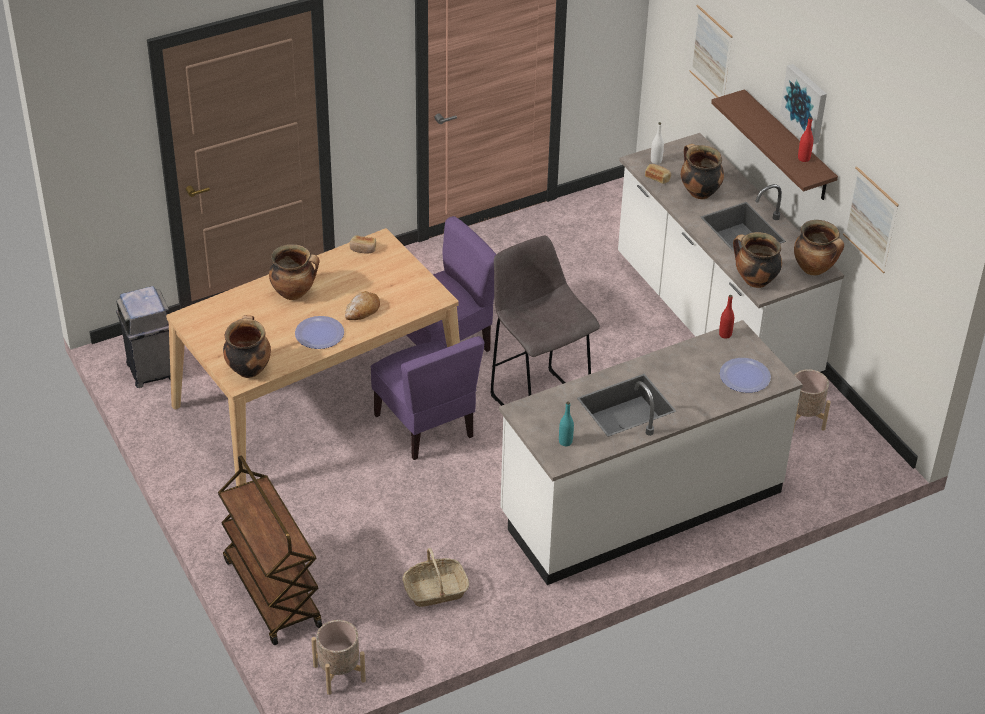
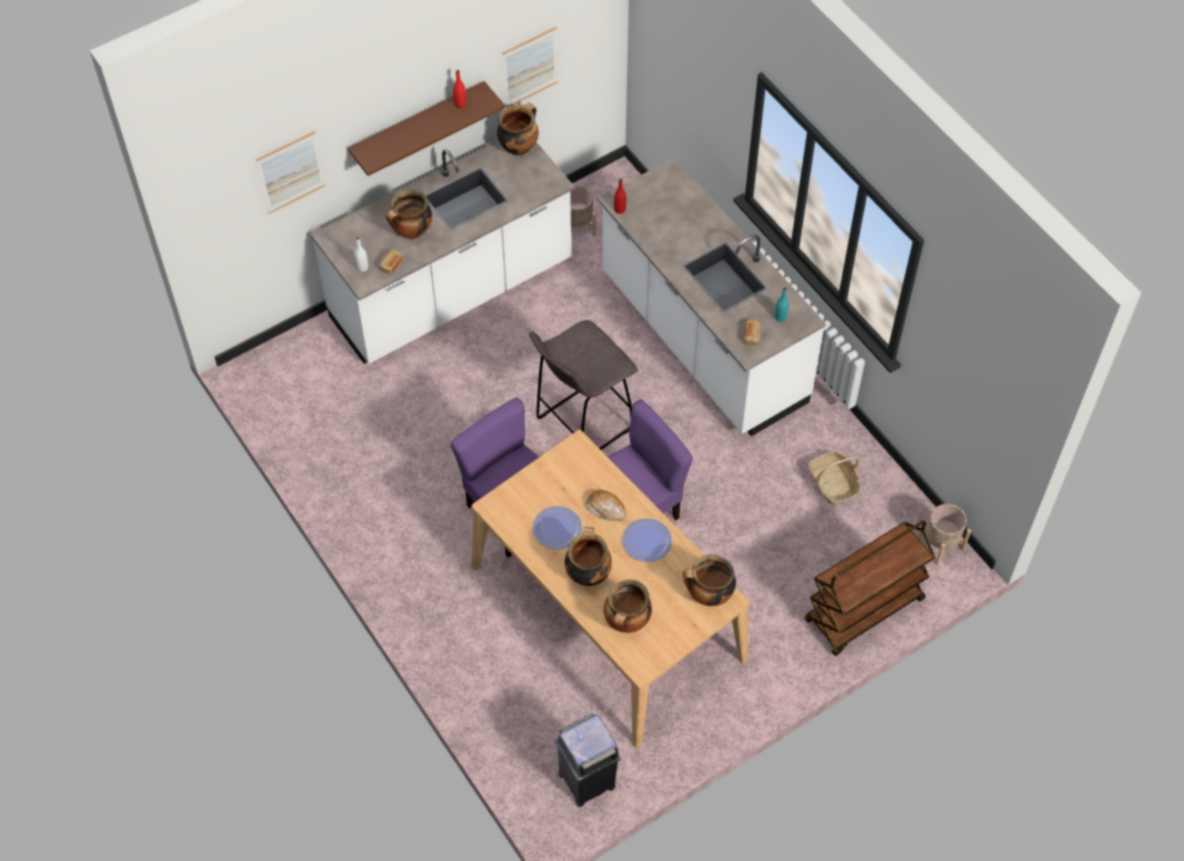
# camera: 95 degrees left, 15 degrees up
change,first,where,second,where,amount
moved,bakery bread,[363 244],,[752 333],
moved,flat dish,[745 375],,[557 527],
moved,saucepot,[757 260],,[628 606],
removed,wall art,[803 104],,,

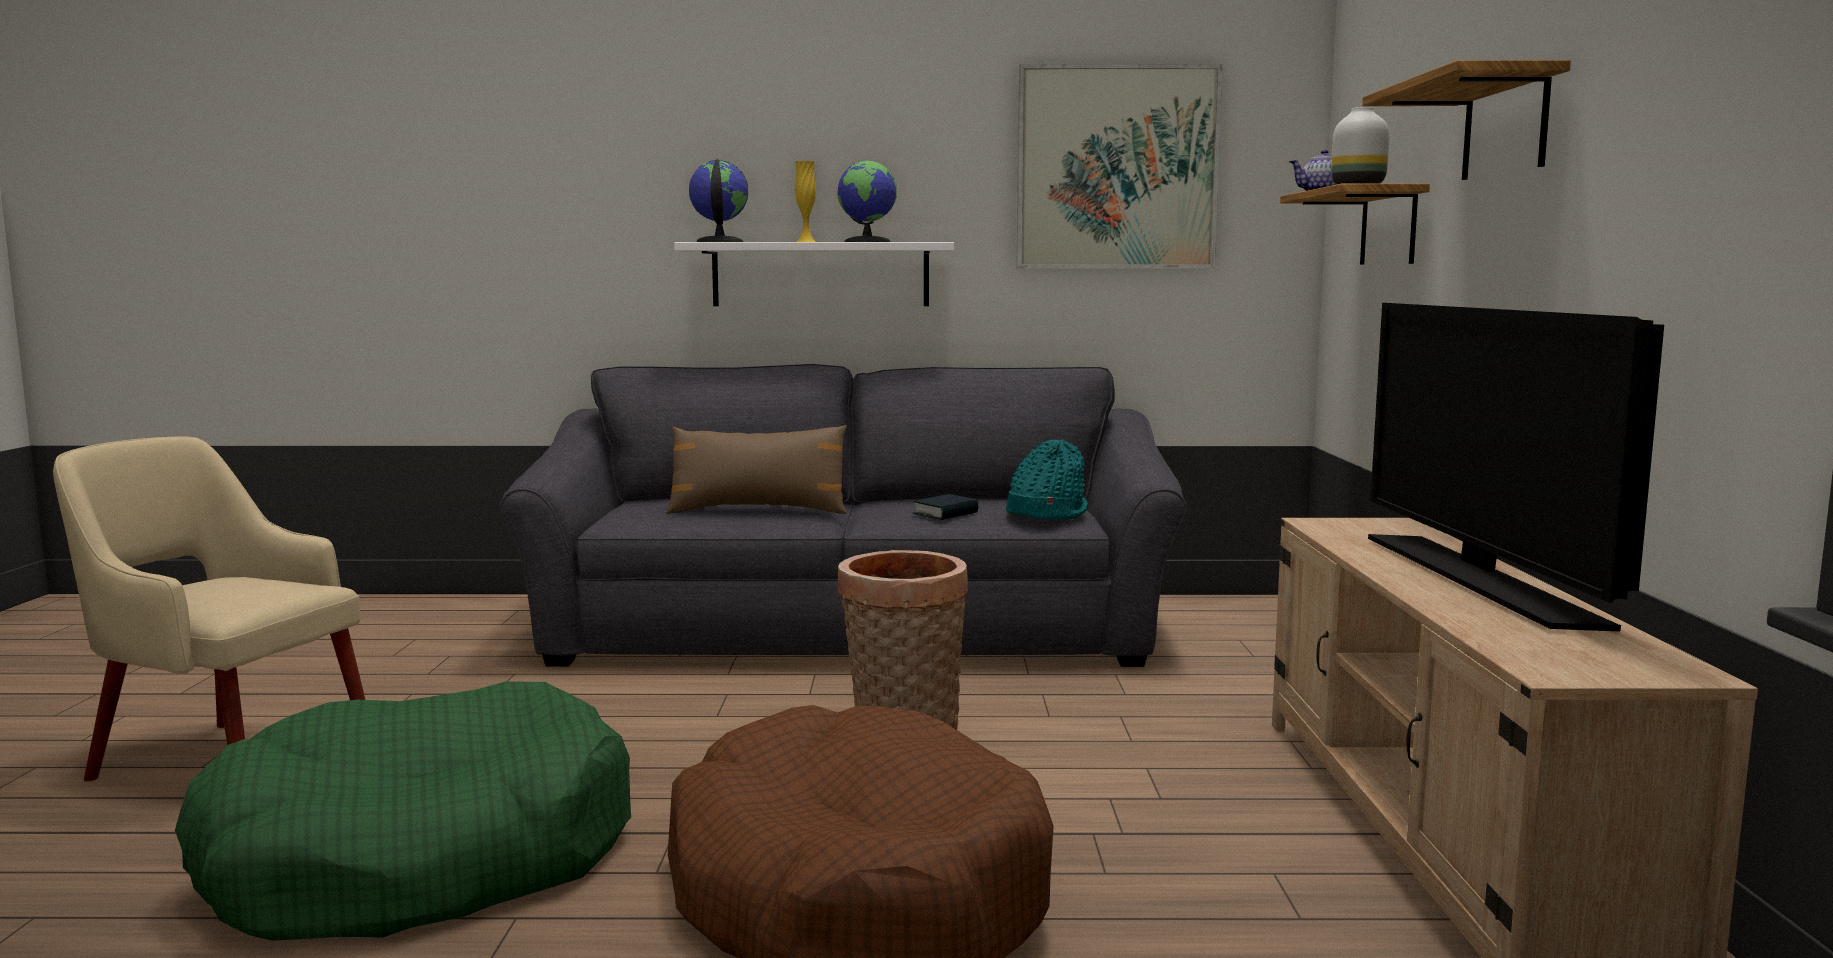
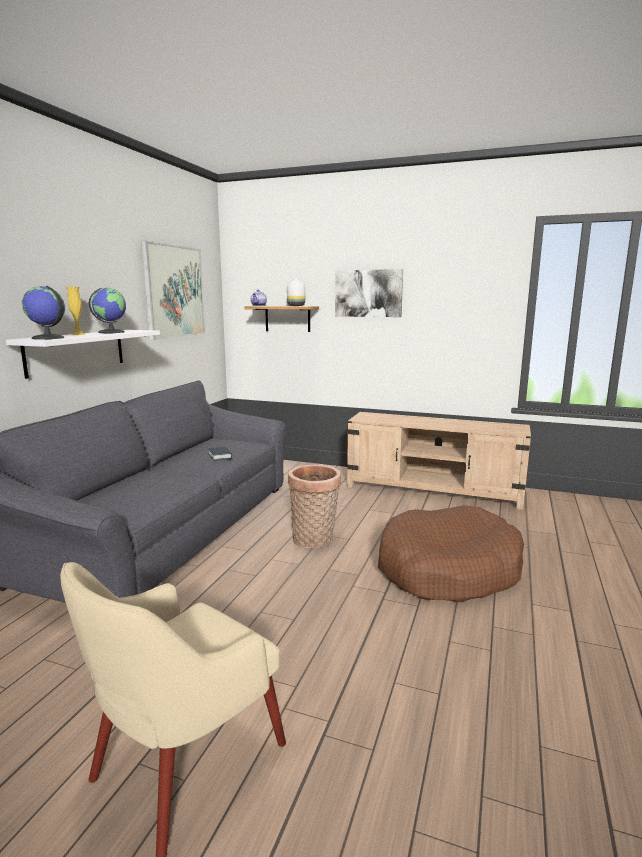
# camera: 70 degrees left, 5 degrees up
change,first,where,second,where,amount
removed,pet bed in green,[403 811],,,
removed,cushion in brown-coloured,[756 469],,,
removed,wearable hat in turquoise-coloured,[1047 480],,,
replaced,bracket shelf,[1466 120],wall art,[369 293],
removed,television,[1516 467],,,

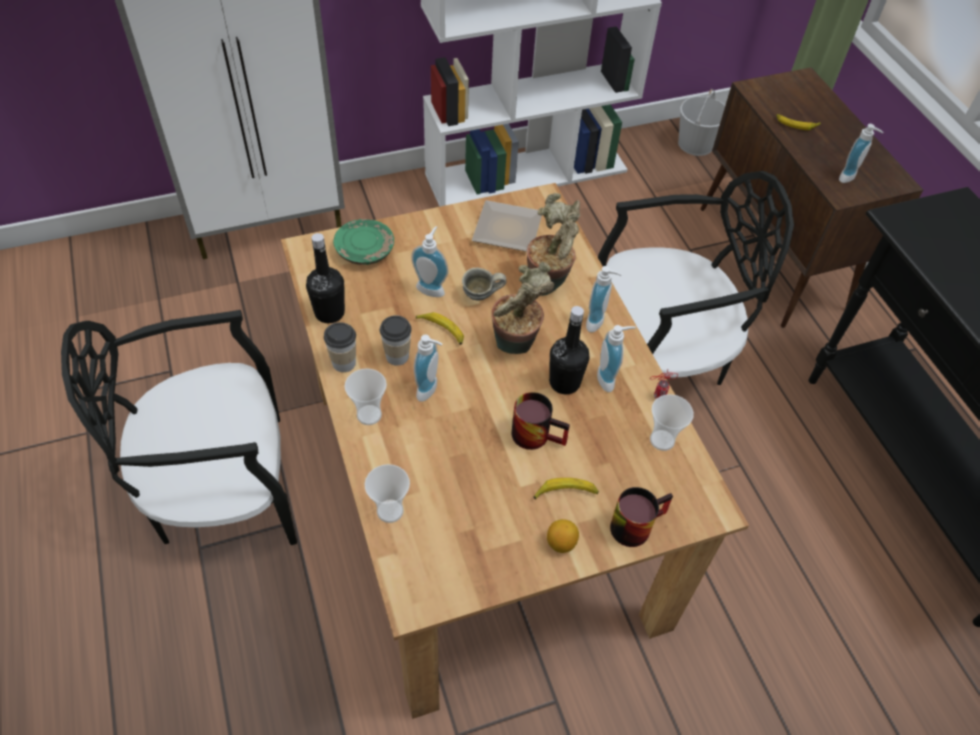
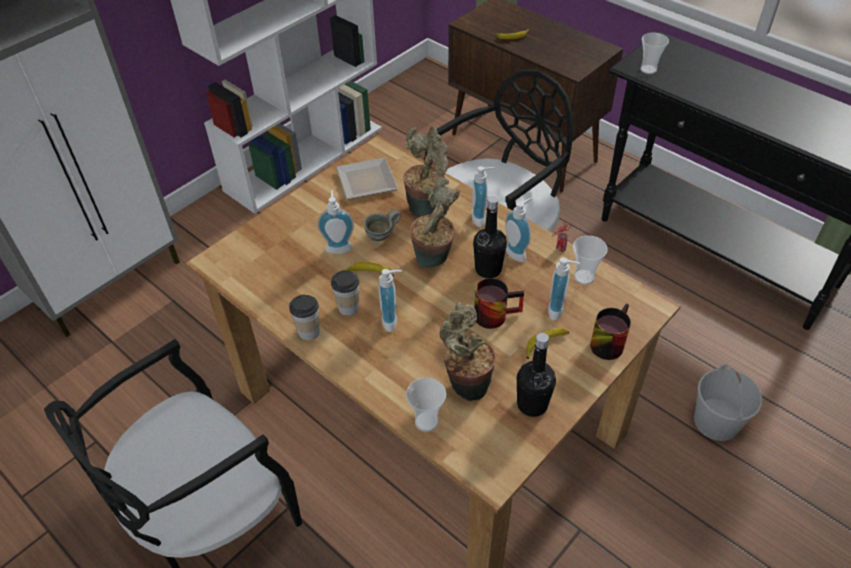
# camera: 25 degrees left, 5 degrees down
change,first,where,second,where,amount
moved,drink bottle in black-coloured,[325 278],,[536 375],
removed,flat dish in green,[363 242],,,
moved,drinking cup,[366 396],,[654 53],
removed,whole lemon,[563 536],,,
moved,bucket in white-coloured,[701 122],,[728 402],
moved,soap dispenser,[861 153],,[564 288],
added,,,plant in a pot,[468 351],

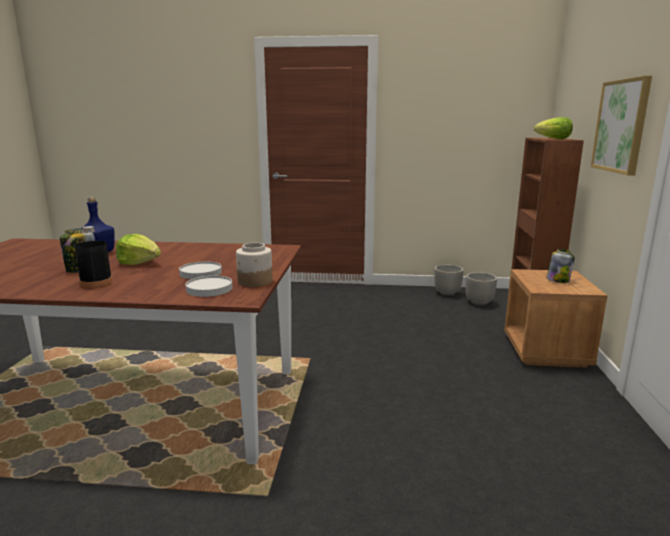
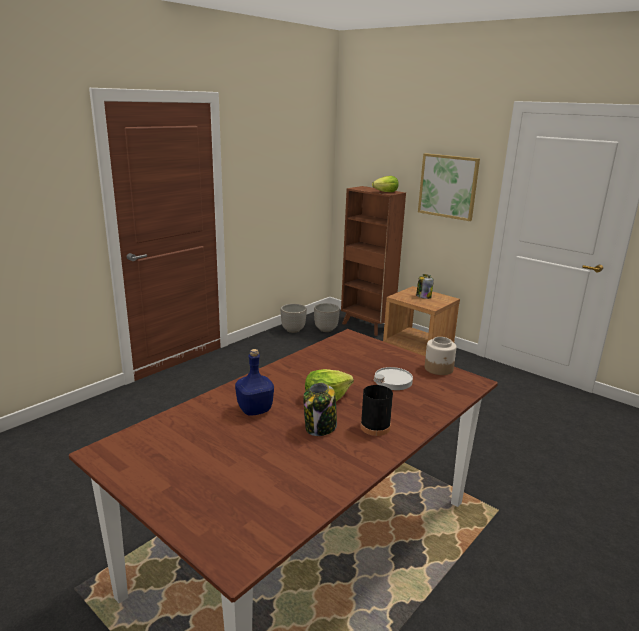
# camera: 55 degrees left, 5 degrees up
change,first,where,second,where,amount
removed,flat dish in white-coloured,[209 286],,,

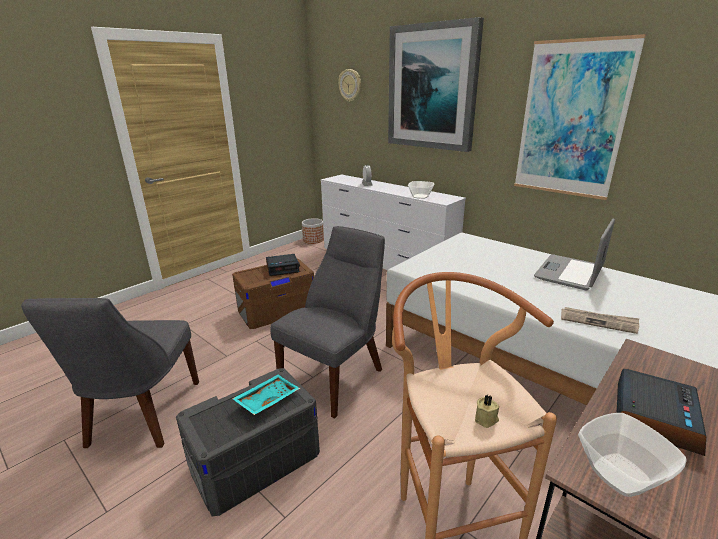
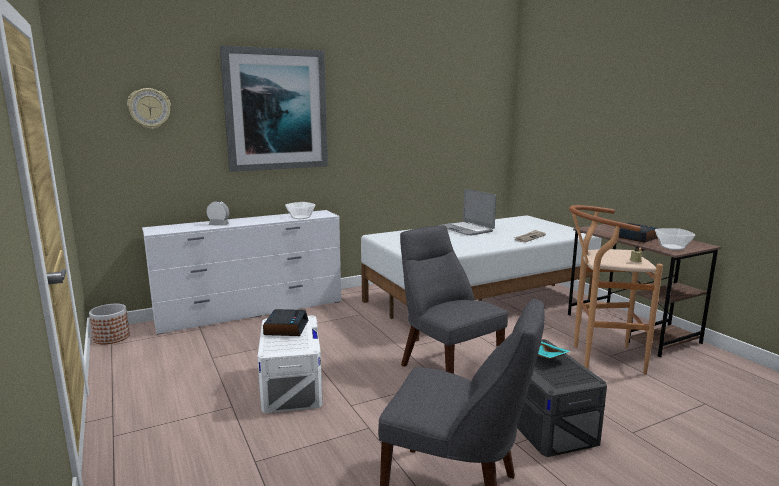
# camera: 70 degrees left, 10 degrees down
change,first,where,second,where,amount
recoloured,storage container in brown-coloured,[273 294],storage container in white-coloured,[290 364],
removed,wall art,[580 117],,,

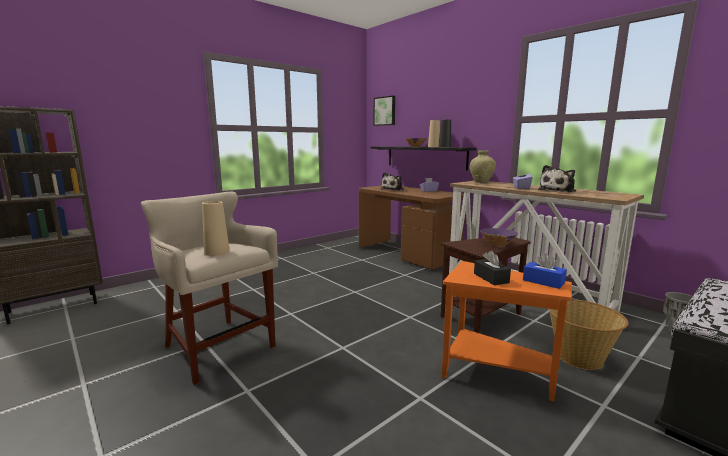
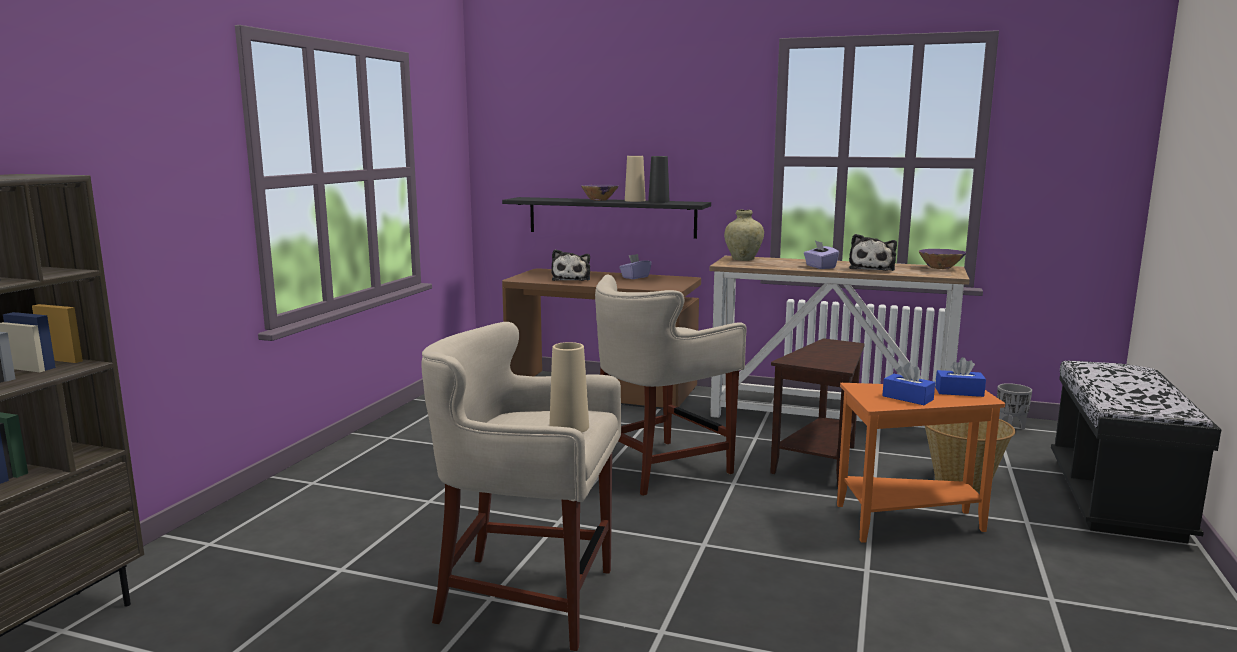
# camera: 30 degrees left, 0 degrees up
change,first,where,second,where,amount
removed,wall art,[384 111],,,
recoloured,tissue holder in black-coloured,[492 267],tissue holder in bluish,[908 384],
moved,serving bowl in purple-coloured,[499 237],,[942 259],
added,,,sitting stool in beige,[671 385],

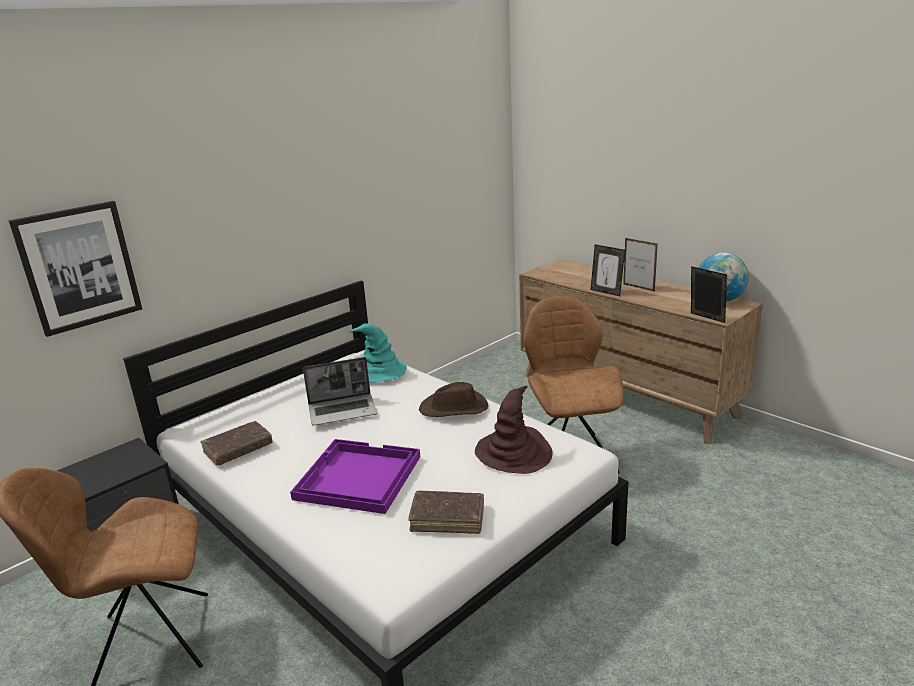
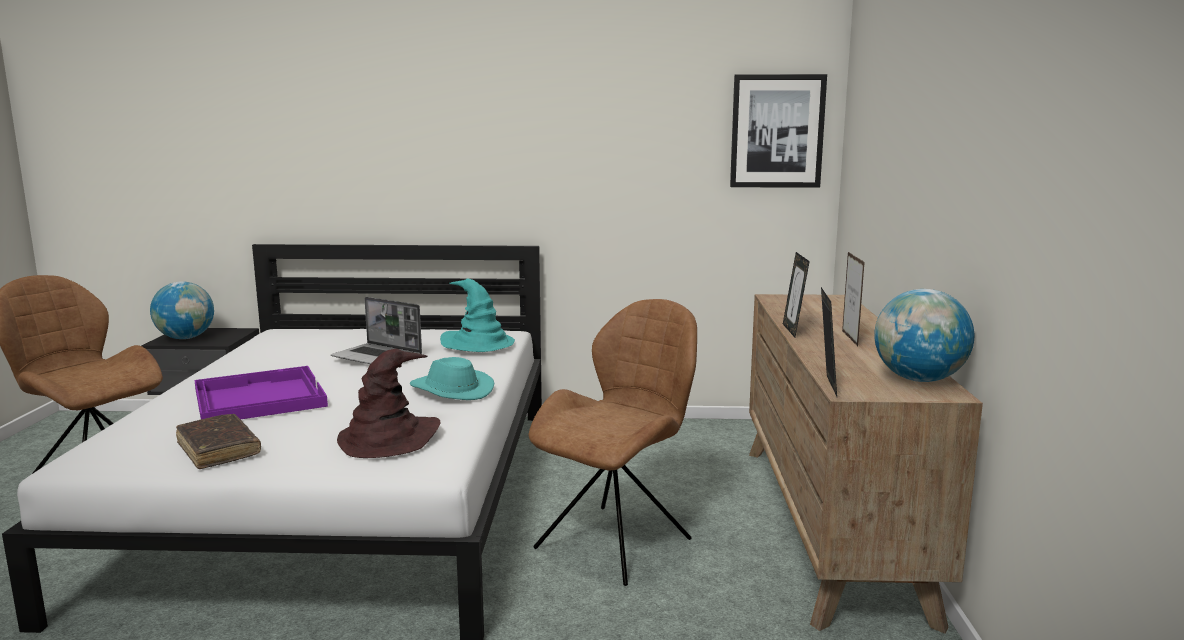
# camera: 45 degrees right, 10 degrees down
change,first,where,second,where,amount
moved,wall art,[75 269],,[778 131],
removed,bound book in brown-coloured,[236 443],,,
recoloured,wearable hat in brown-coloured,[453 399],wearable hat in turquoise-coloured,[452 378],
added,,,world globe,[182 310],

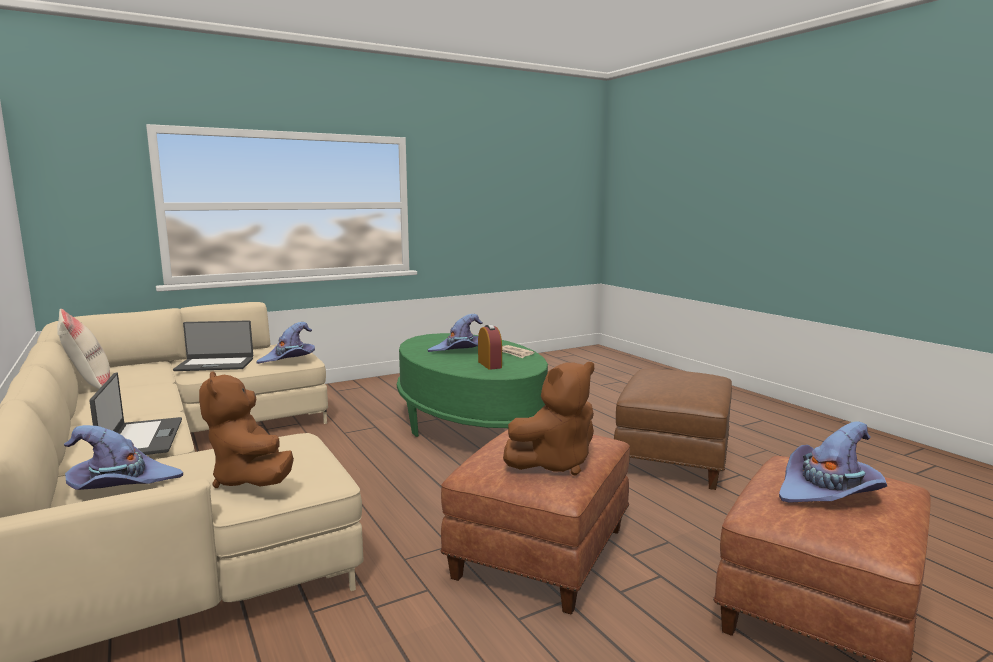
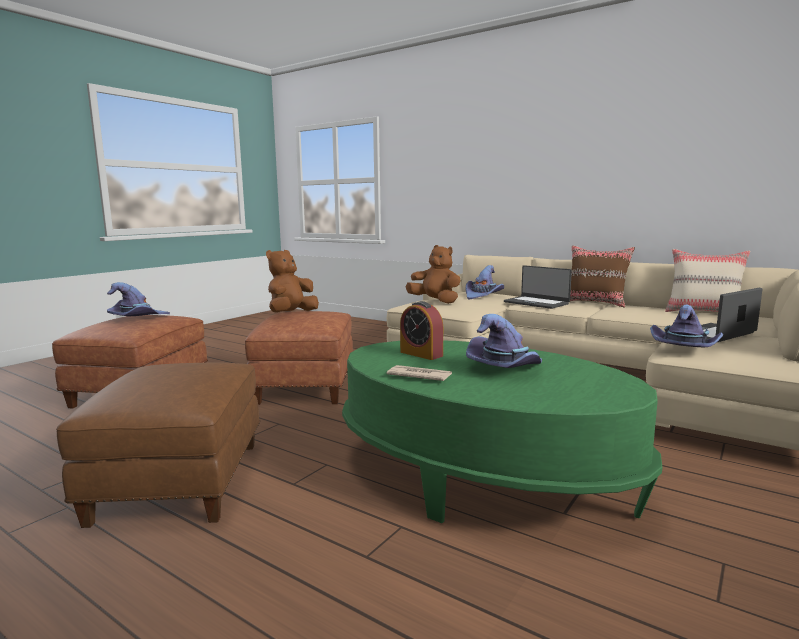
# camera: 155 degrees right, 0 degrees up
change,first,where,second,where,amount
added,,,cushion in brown-coloured,[602 276],

